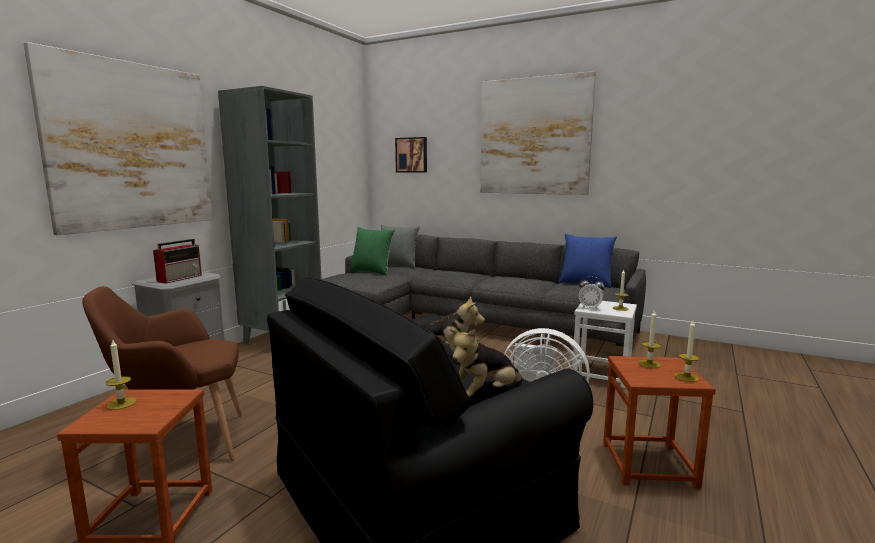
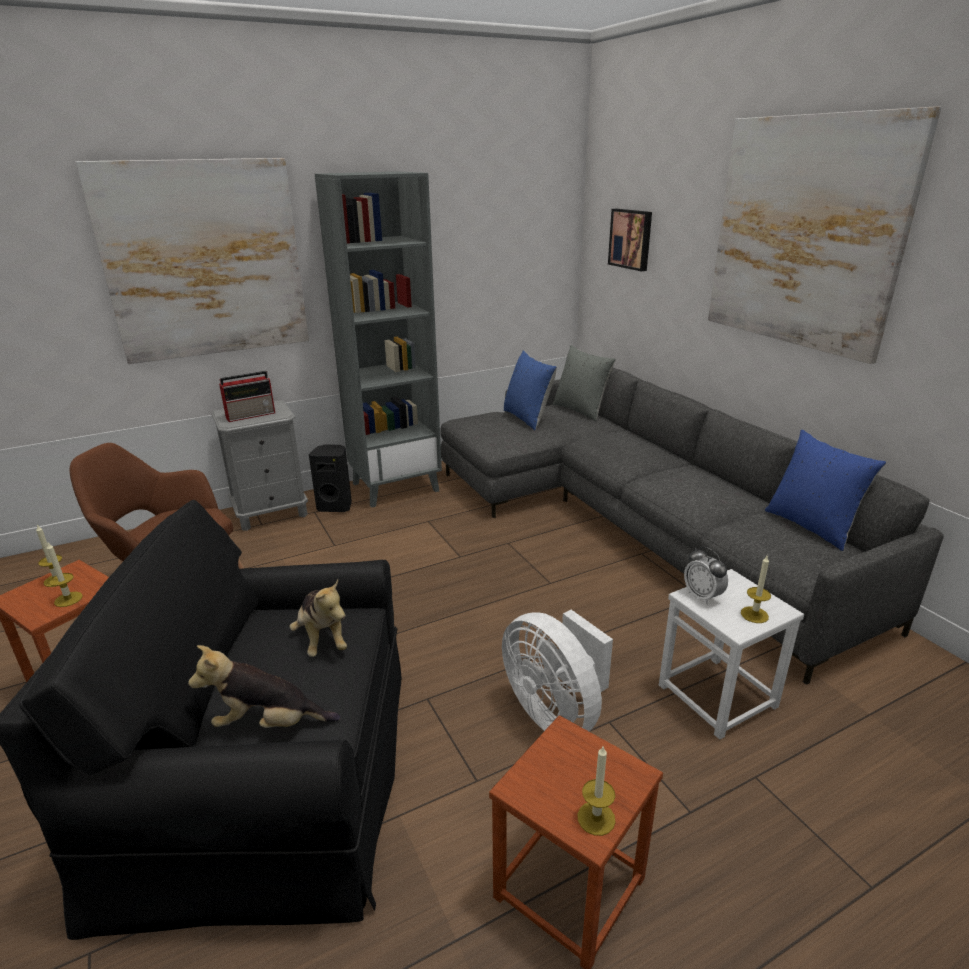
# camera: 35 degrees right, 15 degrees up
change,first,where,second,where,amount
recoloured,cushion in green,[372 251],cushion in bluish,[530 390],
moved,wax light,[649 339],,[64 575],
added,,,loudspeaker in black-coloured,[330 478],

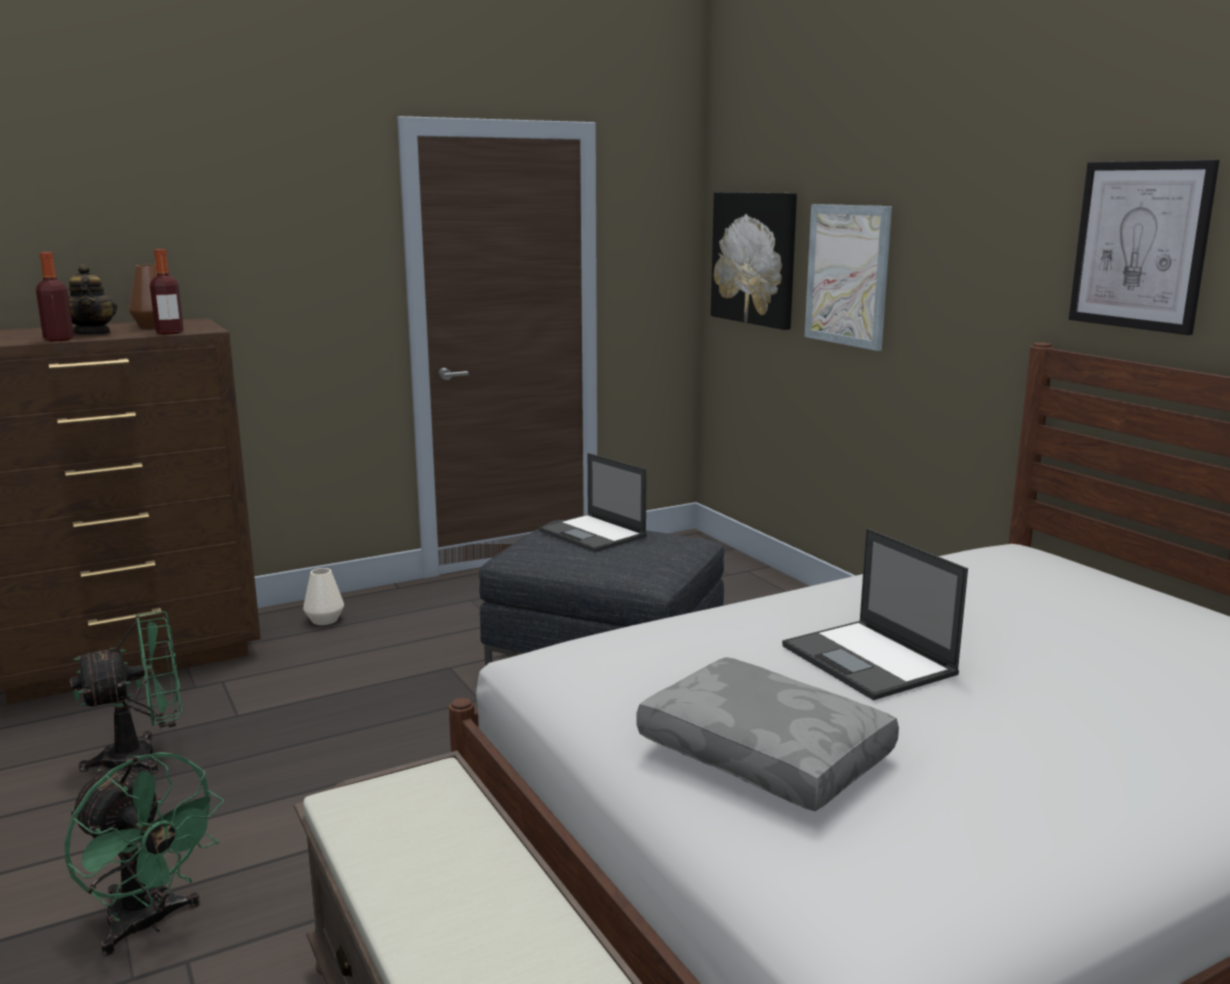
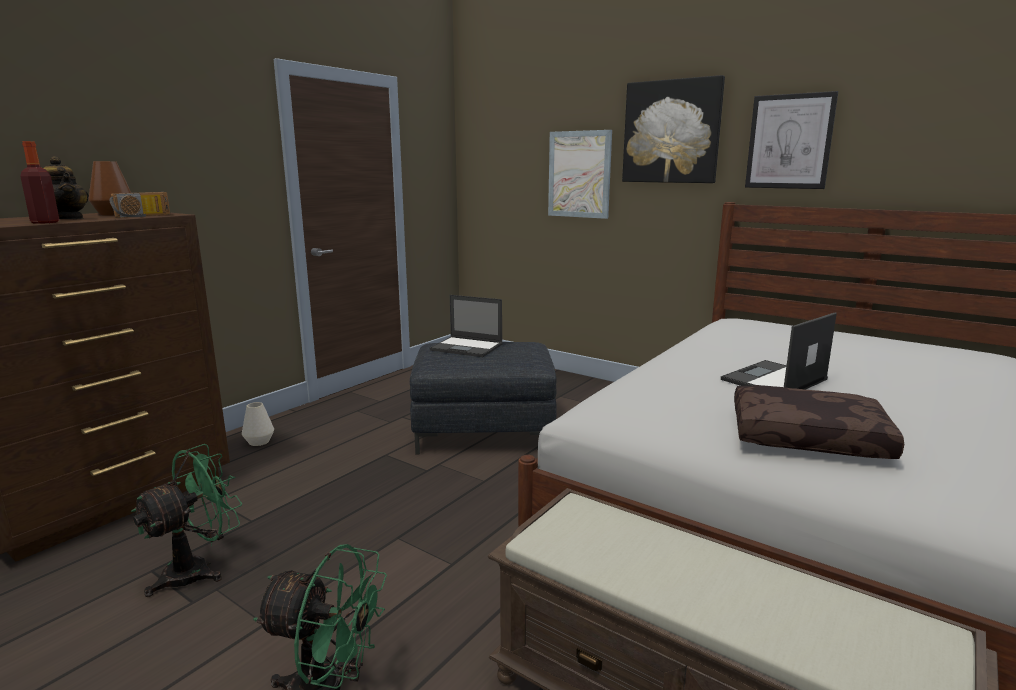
# camera: 25 degrees left, 0 degrees up
change,first,where,second,where,amount
replaced,drink bottle,[167 291],radio set,[139 205],
recoloured,cushion in gray,[767 734],cushion in brown-coloured,[819 422],
moved,wall art,[754 261],,[673 129],
turned,portable computer,[875 614],,[779 351],105 degrees clockwise

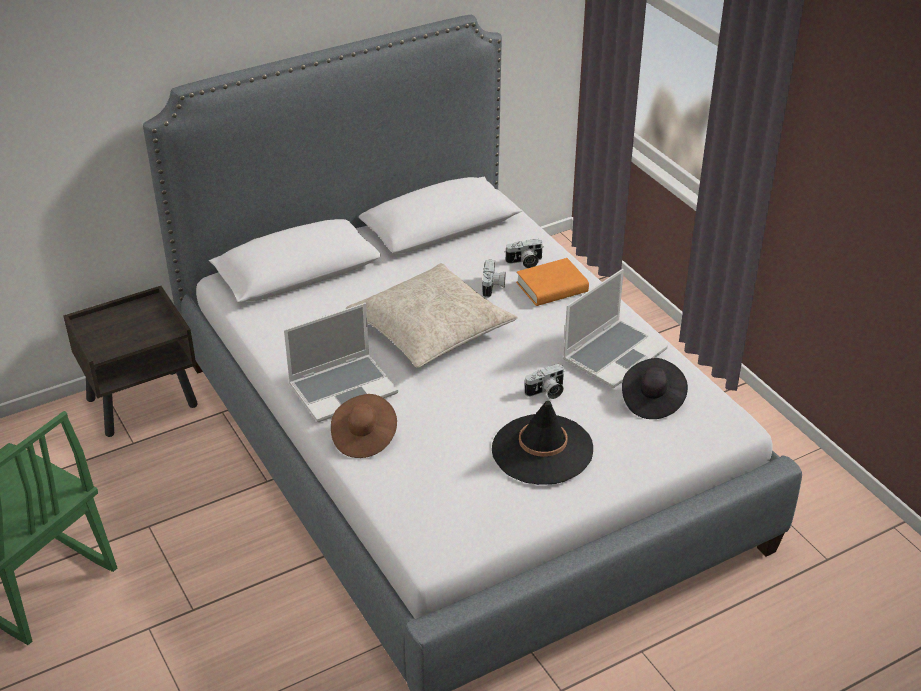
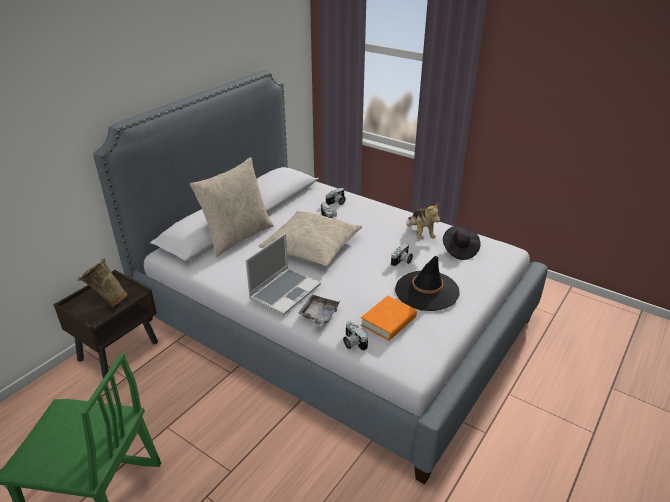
# camera: 25 degrees left, 5 degrees down
change,first,where,second,where,amount
replaced,wearable hat in brown-coloured,[364 426],tray in gray,[319 311],
moved,bound book in orangey,[552 282],,[389 318],
replaced,portable computer,[615 328],soft toy,[423 220],
added,,,vase in beige,[102 283],
added,,,cushion in beige,[232 207],
added,,,still camera,[355 336],

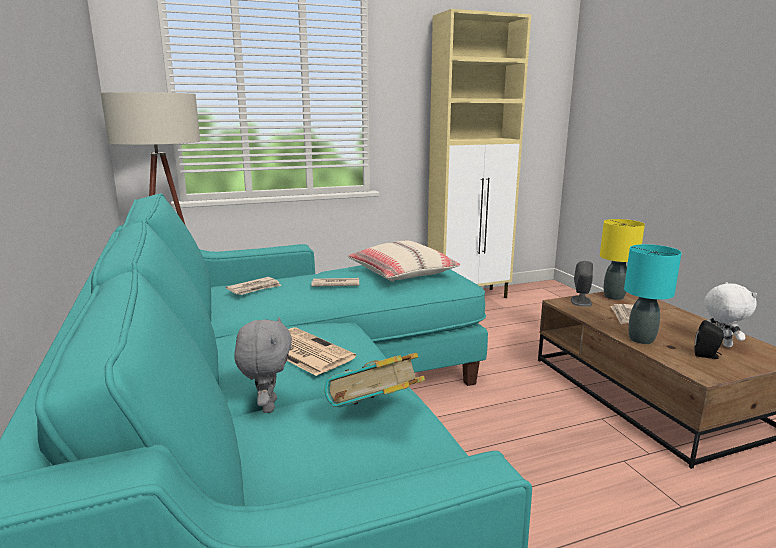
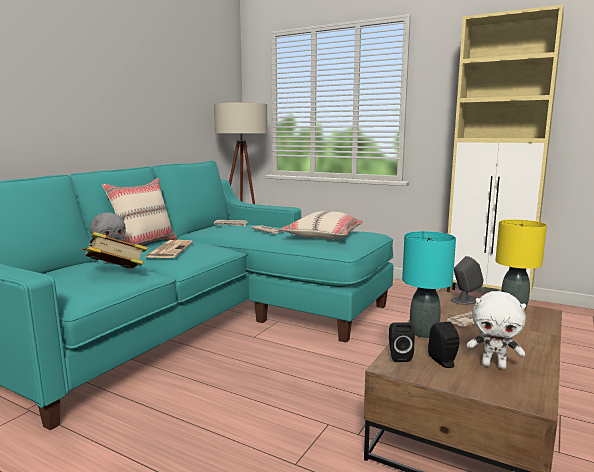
# camera: 50 degrees right, 5 degrees down
change,first,where,second,where,amount
turned,soft toy in white-coloured,[731 315],,[496 330],75 degrees clockwise
added,,,cushion in beige,[139 211],
added,,,loudspeaker in black-coloured,[402 342],

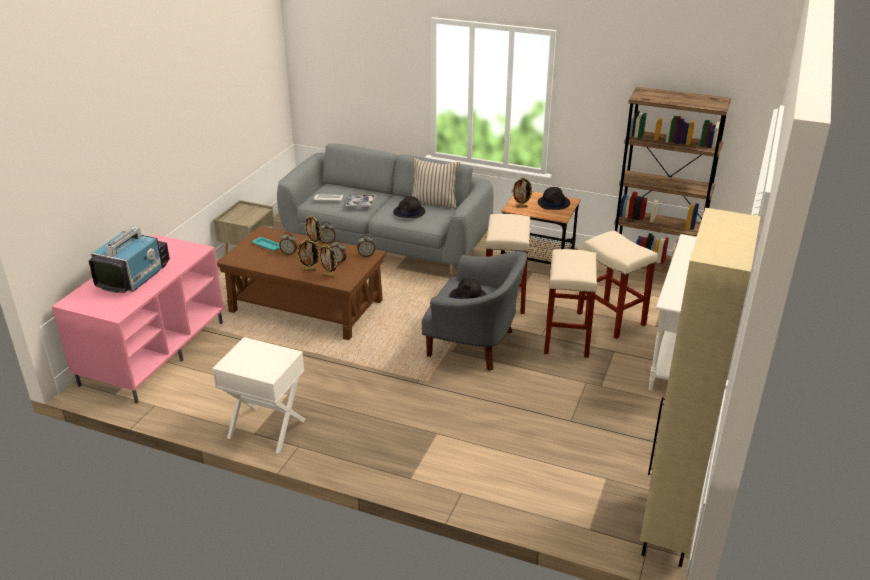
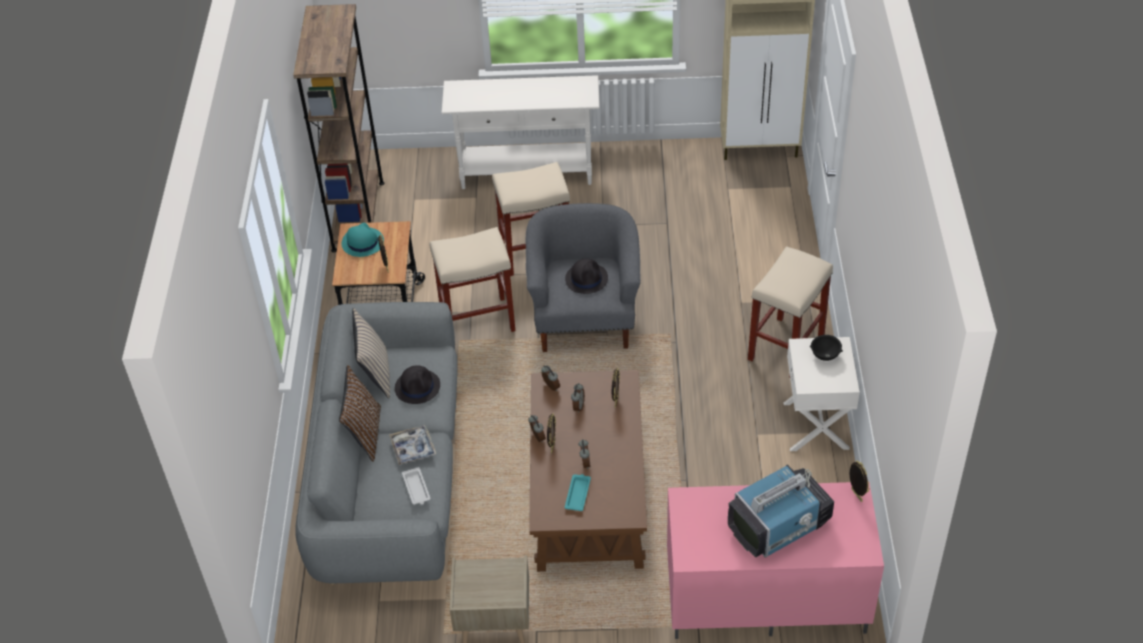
# camera: 110 degrees left, 15 degrees up
change,first,where,second,where,amount
turned,television,[129 260],,[781 511],150 degrees clockwise
moved,picture frame,[308 255],,[860 481],
recoloured,wearable hat in black-coloured,[554 198],wearable hat in turquoise-coloured,[363 240],
moved,sitting stool in beige,[617 284],,[790 311],
added,,,cushion in brown-coloured,[360 413],
added,,,serving bowl in black-coloured,[826 348],

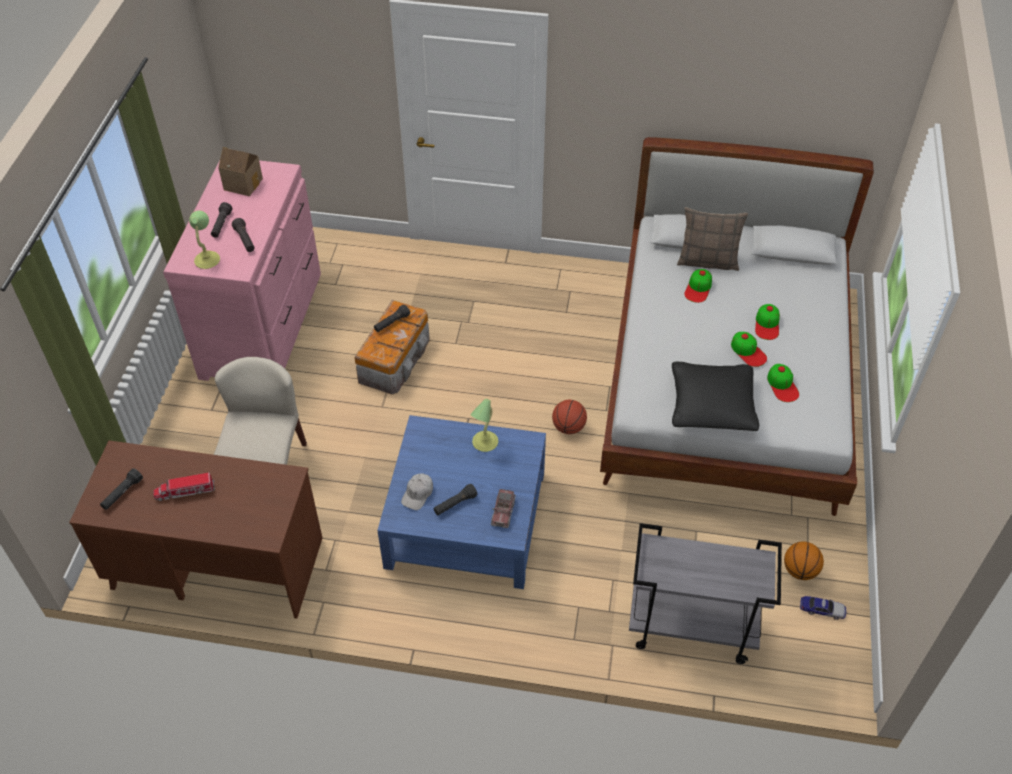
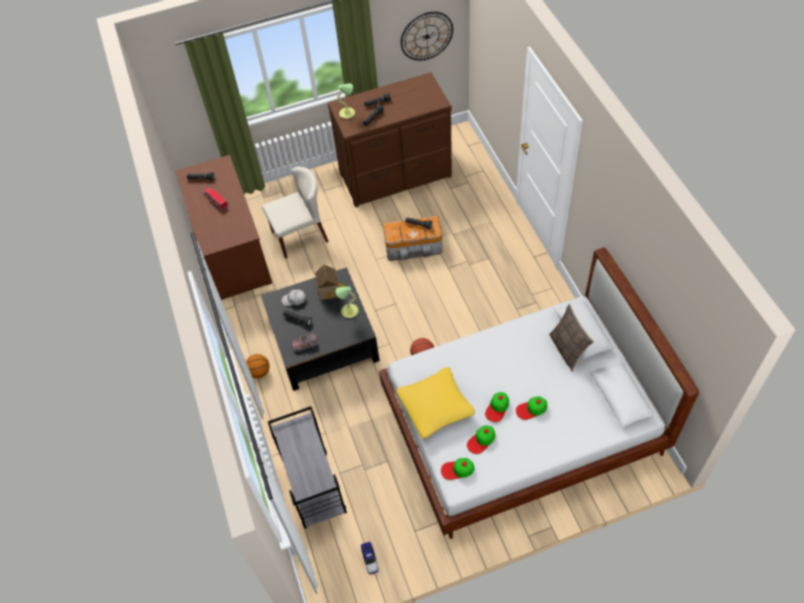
# camera: 65 degrees right, 5 degrees up
change,first,where,second,where,amount
recoloured,chest of drawers in pink-coloured,[242 270],chest of drawers in brown-coloured,[390 139],
moved,model house,[240 171],,[330 282],
recoloured,coffee table in bluish,[461 502],coffee table in black-coloured,[320 329],
recoloured,cushion in black-coloured,[715 396],cushion in yellow-coloured,[435 403],
moved,baseball cap,[698 286],,[457 469],
moved,basketball ball,[804 560],,[258 366],
added,,,clock on the wall,[427 36],

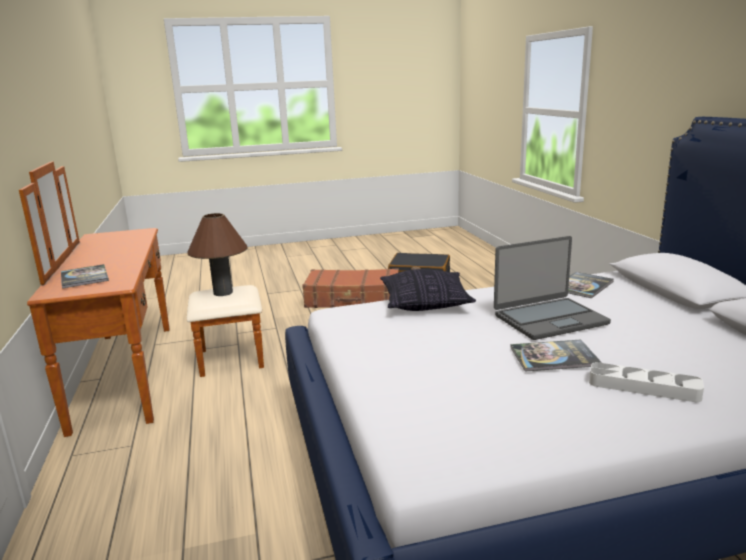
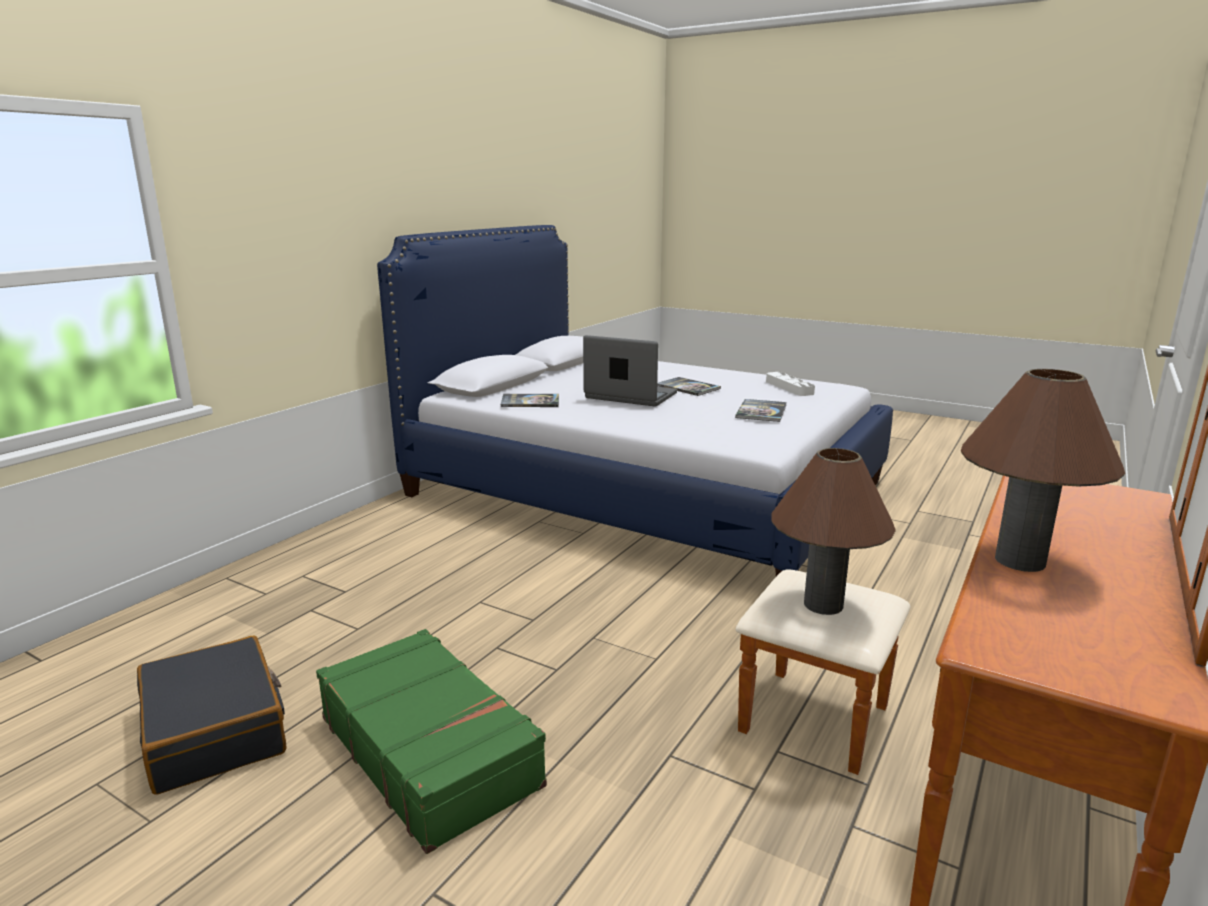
# camera: 135 degrees left, 0 degrees up
change,first,where,second,where,amount
moved,bound book,[85 276],,[761 410],
recoloured,piece of luggage in brown-coloured,[350 288],piece of luggage in green,[431 741],
removed,cushion,[428 290],,,
moved,tray in white-coloured,[646 382],,[790 384],
added,,,tabletop lamp in brown-coloured,[1043 470],

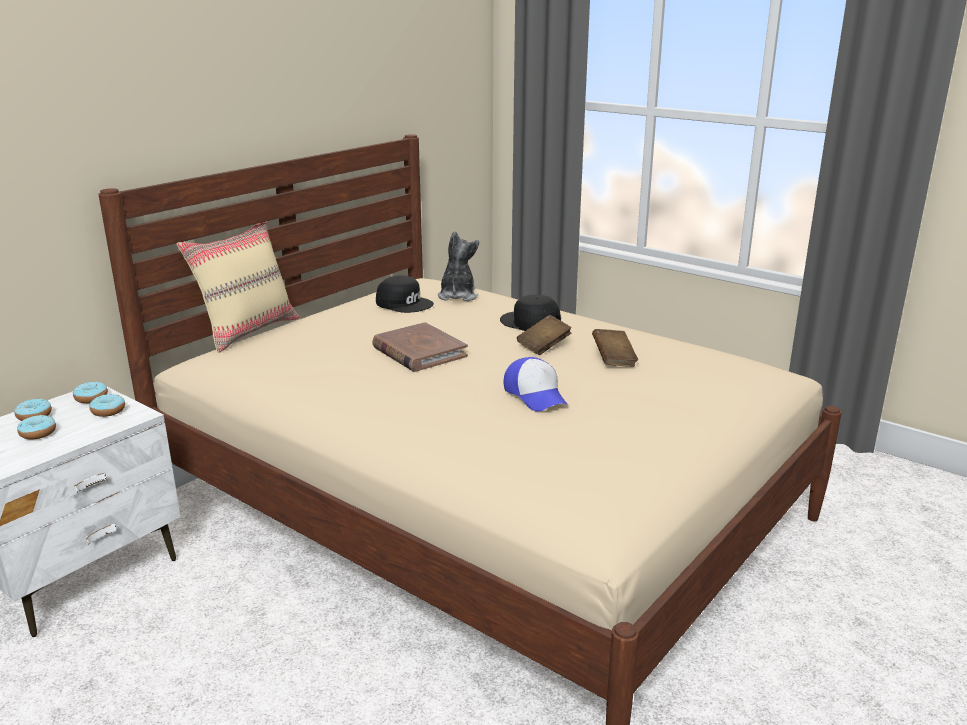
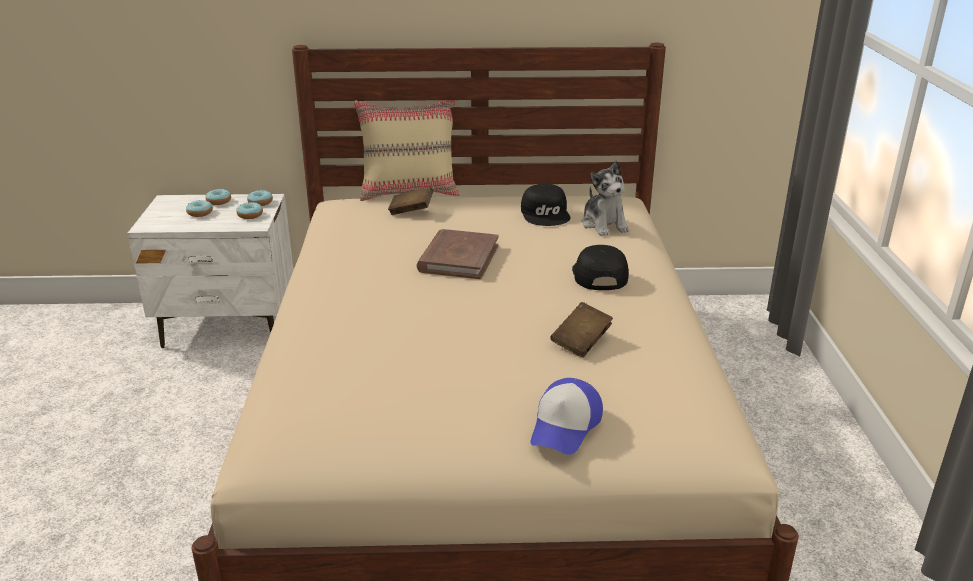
# camera: 50 degrees right, 5 degrees up
change,first,where,second,where,amount
turned,soft toy,[458 266],,[605 198],105 degrees clockwise
moved,baseball cap,[536 384],,[567 416],
moved,bound book in brown-coloured,[544 335],,[410 201],

